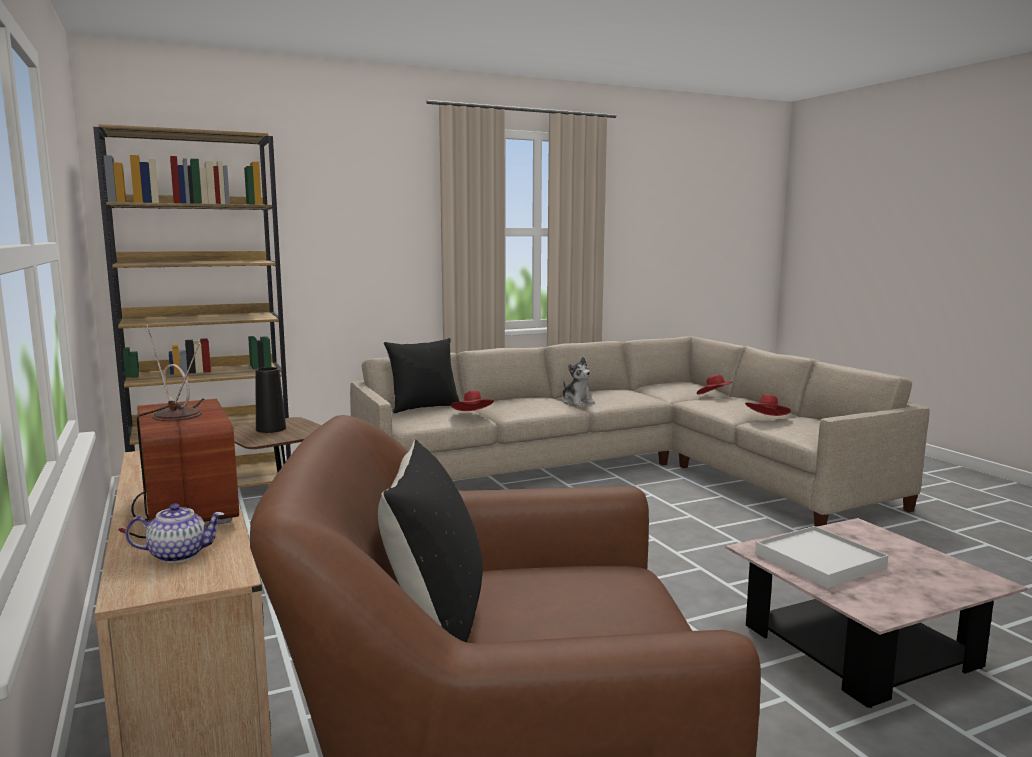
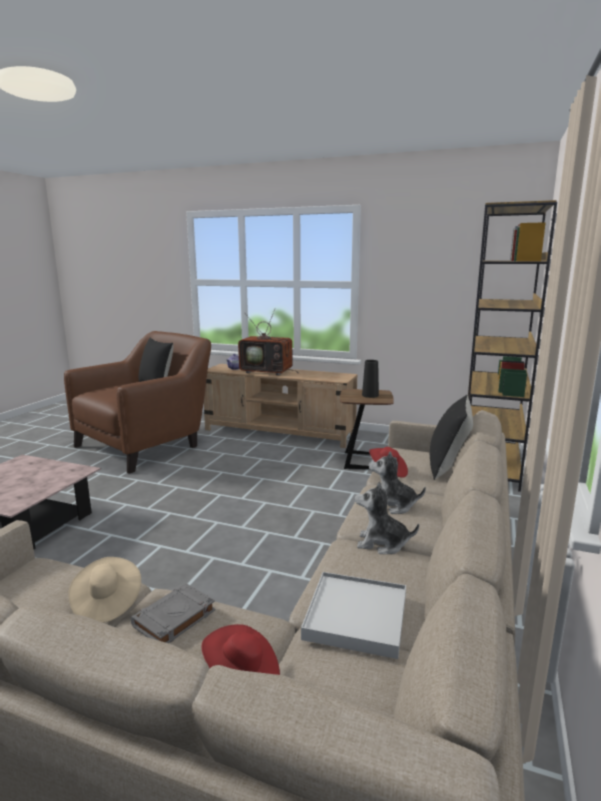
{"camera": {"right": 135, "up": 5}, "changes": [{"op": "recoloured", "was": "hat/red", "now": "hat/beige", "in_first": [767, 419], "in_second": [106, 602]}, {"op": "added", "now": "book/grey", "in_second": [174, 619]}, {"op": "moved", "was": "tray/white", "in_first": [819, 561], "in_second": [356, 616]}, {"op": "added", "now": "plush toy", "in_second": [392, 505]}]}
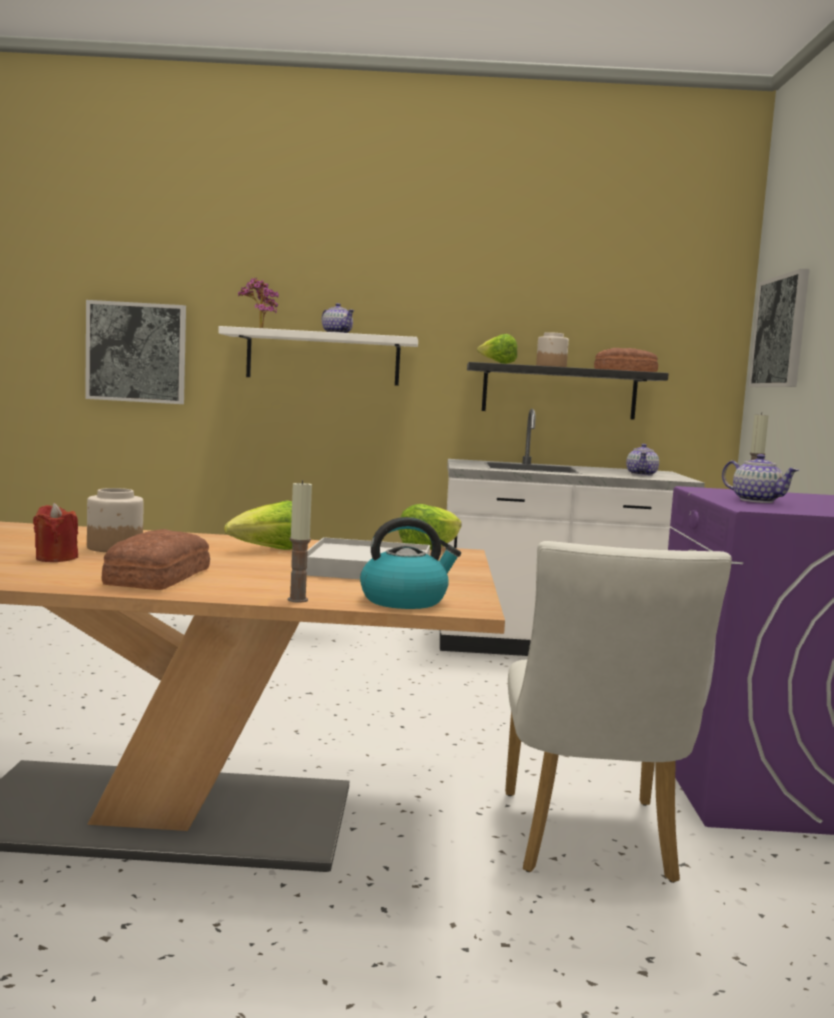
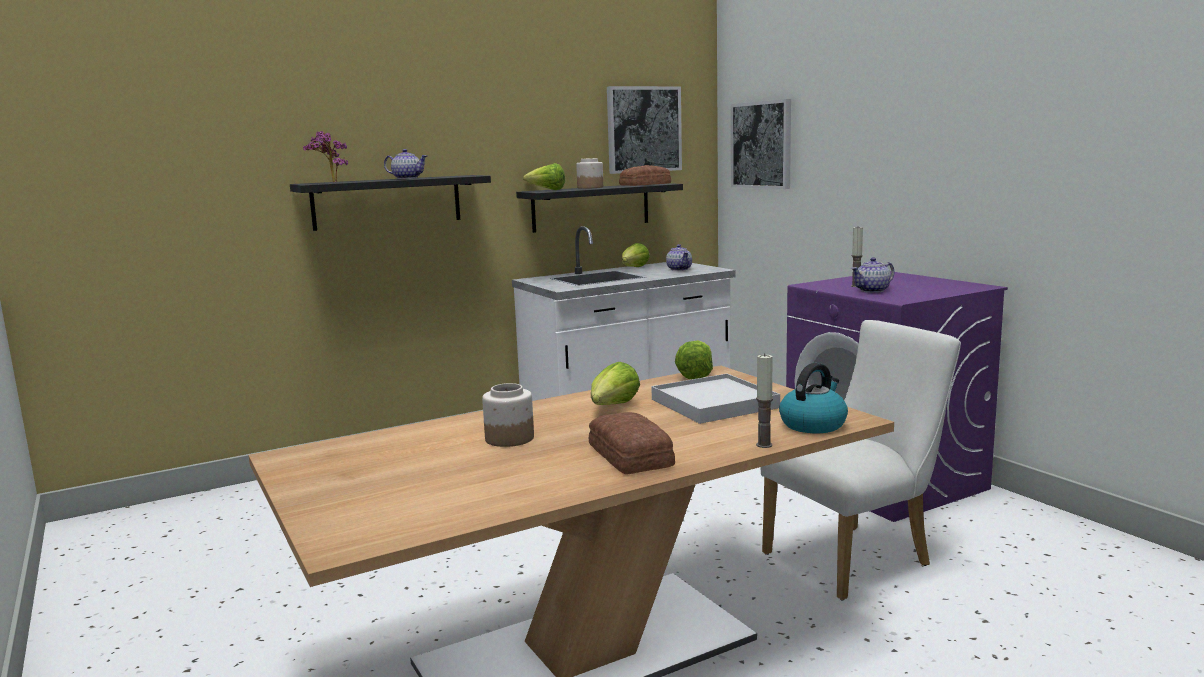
{"camera": {"right": -30, "up": 5}, "changes": [{"op": "recoloured", "was": "shelf/white", "now": "shelf/black", "in_first": [323, 358], "in_second": [387, 202]}, {"op": "moved", "was": "picture", "in_first": [136, 352], "in_second": [643, 129]}, {"op": "added", "now": "lettuce", "in_second": [634, 268]}, {"op": "turned", "was": "chair/white", "in_first": [589, 843], "in_second": [856, 557], "clockwise": -90}, {"op": "turned", "was": "teapot", "in_first": [756, 500], "in_second": [872, 290], "clockwise": 135}, {"op": "removed", "was": "candle/red", "in_first": [56, 558]}]}
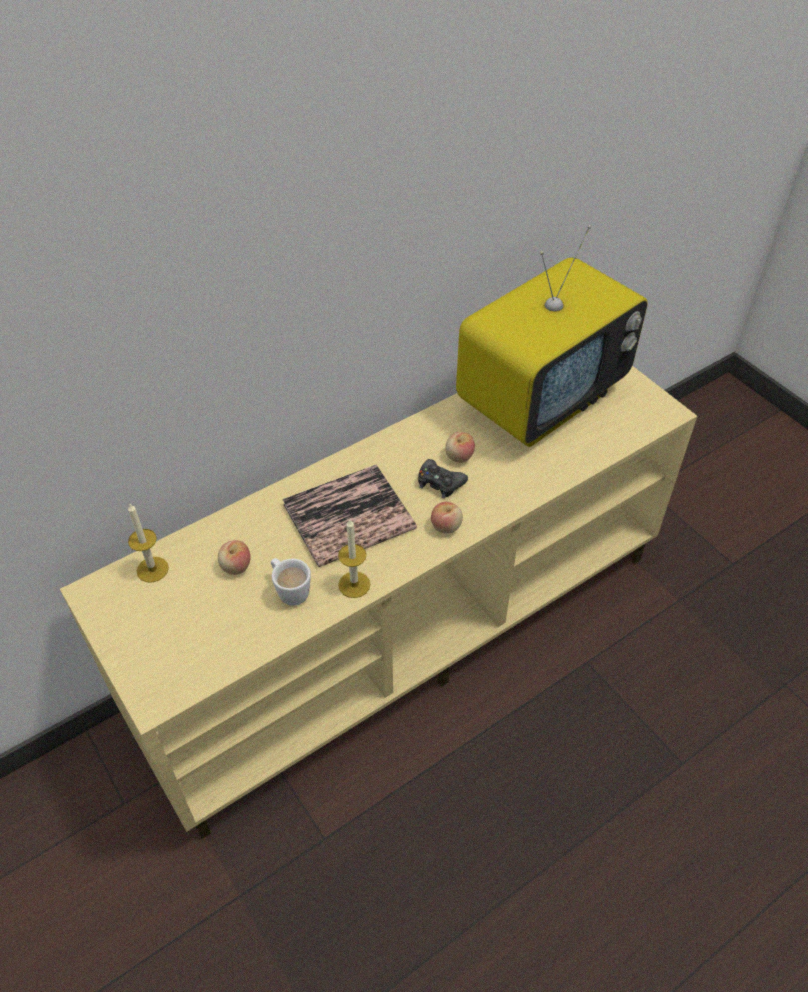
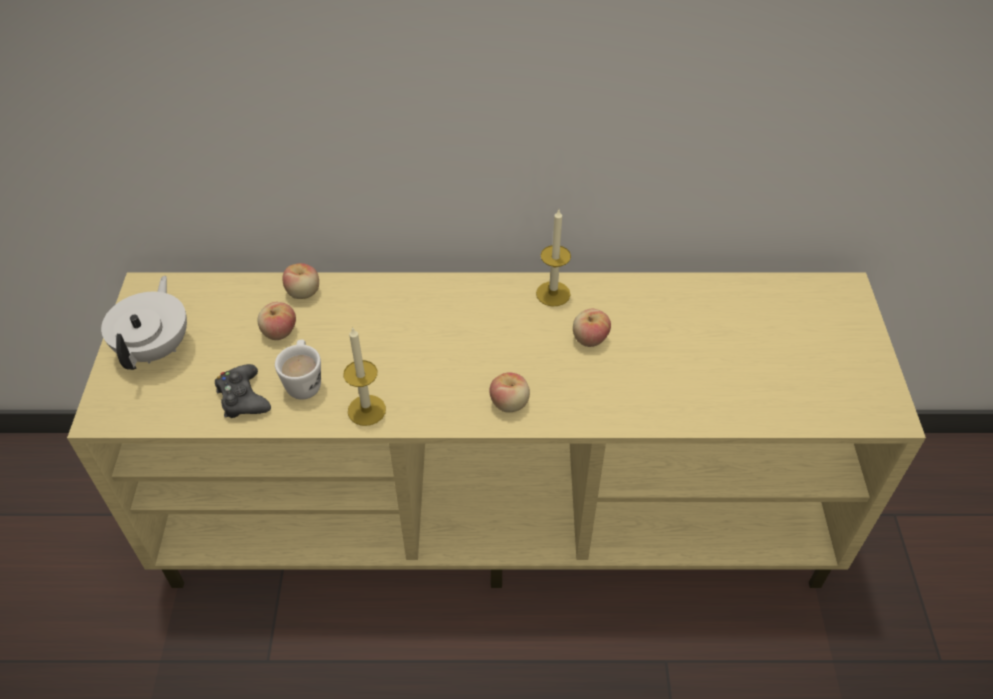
{"camera": {"right": 35, "up": 0}, "changes": [{"op": "added", "now": "teapot/white", "in_second": [156, 348]}, {"op": "moved", "was": "game controller/black", "in_first": [440, 483], "in_second": [243, 398]}, {"op": "added", "now": "apple", "in_second": [303, 292]}, {"op": "moved", "was": "candle", "in_first": [152, 569], "in_second": [553, 294]}, {"op": "removed", "was": "book", "in_first": [349, 516]}, {"op": "removed", "was": "television", "in_first": [541, 400]}]}
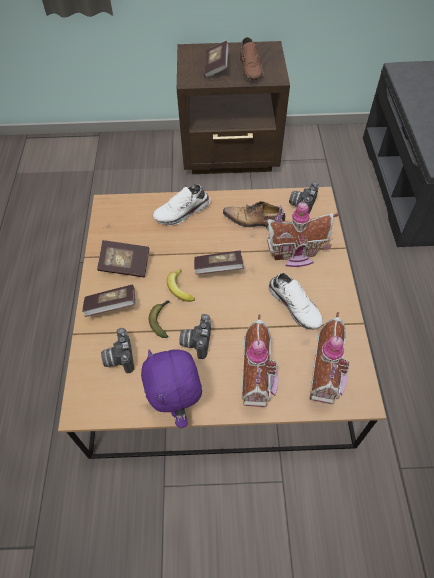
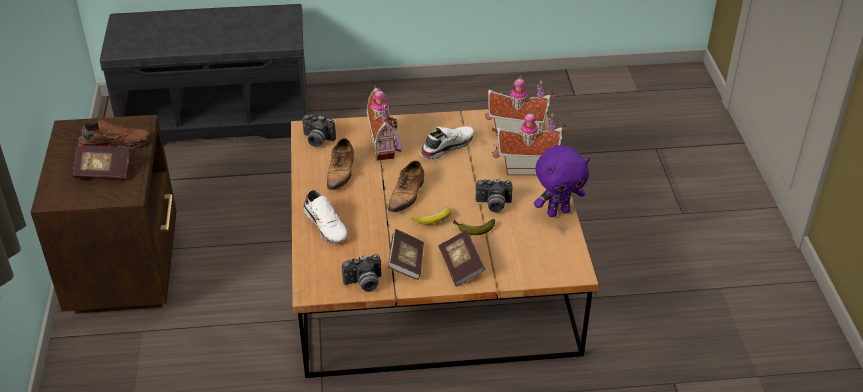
{"camera": {"right": -95, "up": -15}, "changes": [{"op": "moved", "was": "photo camera", "in_first": [119, 357], "in_second": [364, 284]}, {"op": "replaced", "was": "book", "now": "shoe", "in_first": [218, 269], "in_second": [407, 195]}]}
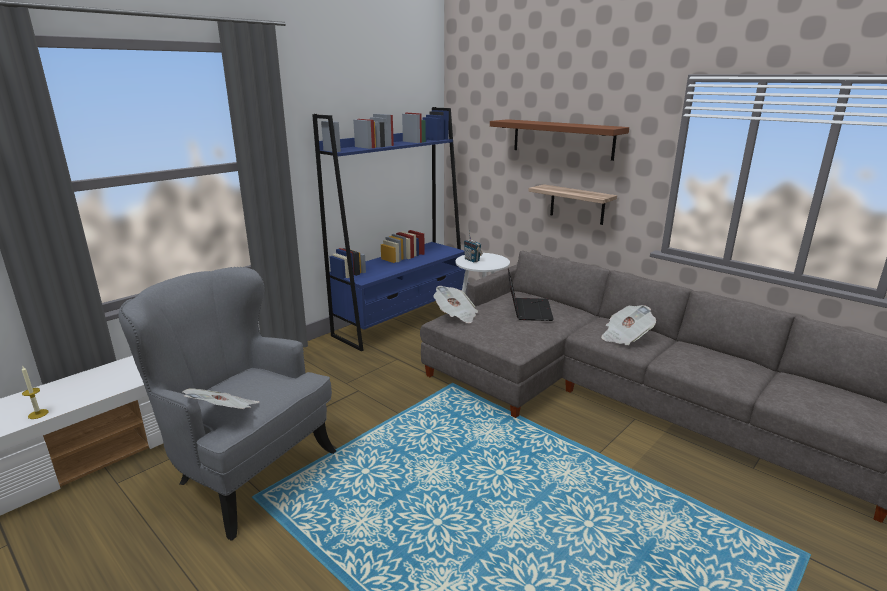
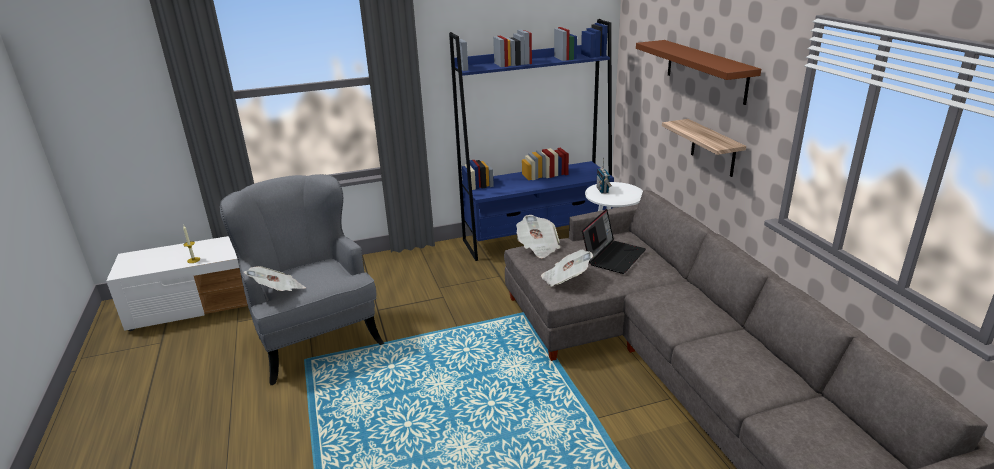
{"camera": {"right": 30, "up": 5}, "changes": [{"op": "moved", "was": "newspaper", "in_first": [625, 337], "in_second": [565, 279]}]}
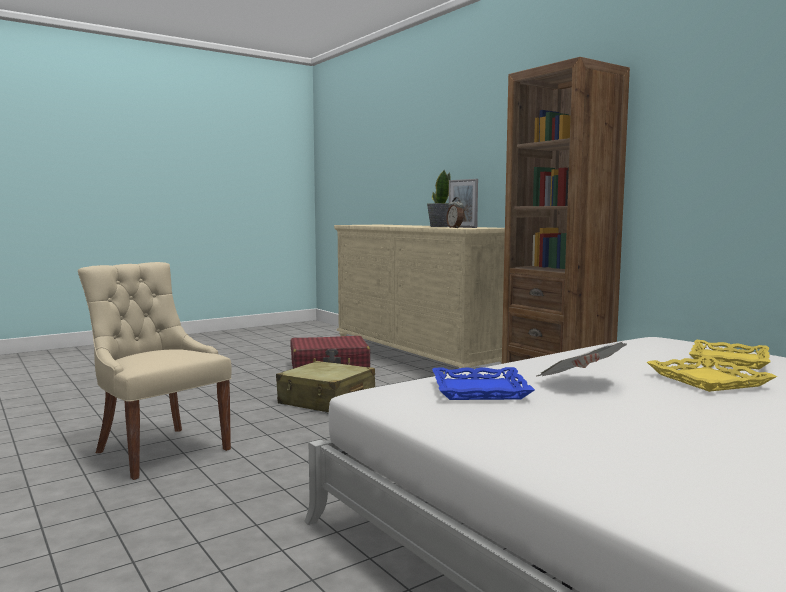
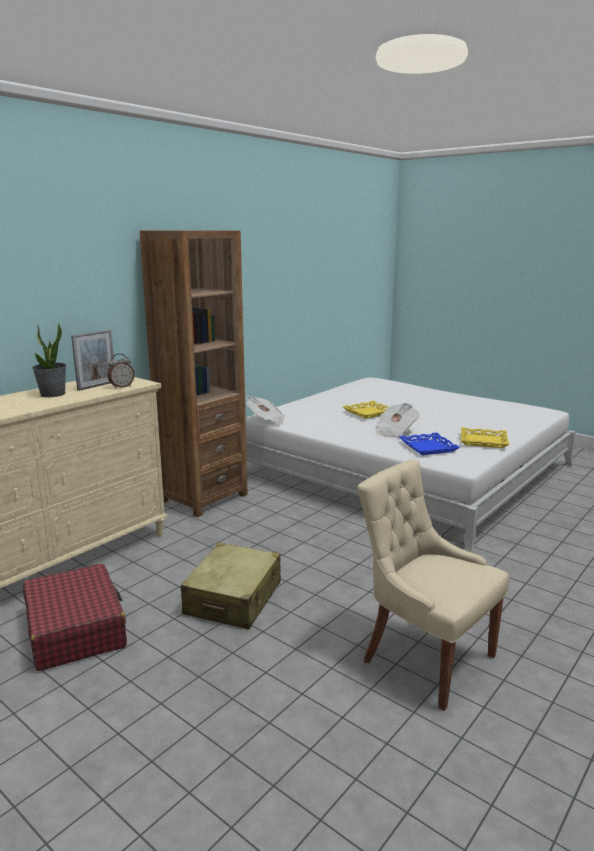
{"camera": {"right": -105, "up": 10}, "changes": [{"op": "added", "now": "newspaper", "in_second": [266, 420]}, {"op": "turned", "was": "chair/beige", "in_first": [159, 450], "in_second": [425, 658], "clockwise": 105}, {"op": "moved", "was": "tray/yellow", "in_first": [729, 360], "in_second": [483, 441]}]}
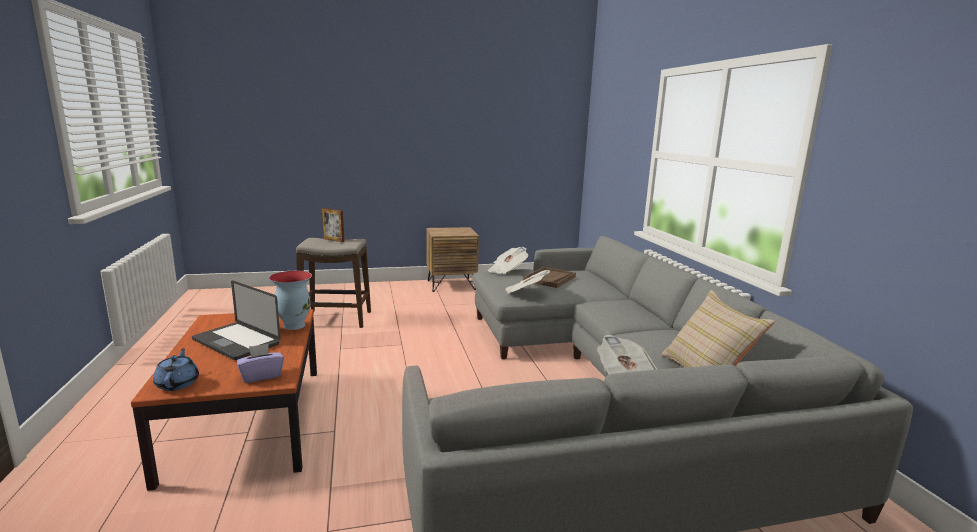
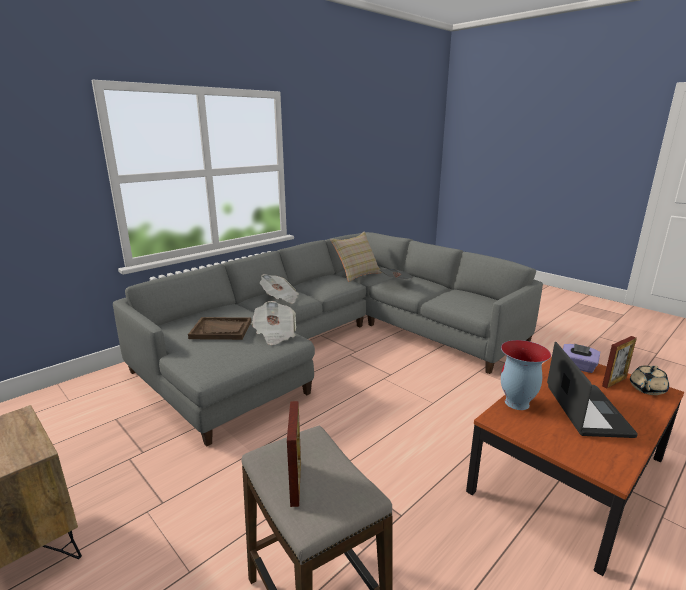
{"camera": {"right": -120, "up": 5}, "changes": [{"op": "moved", "was": "newspaper", "in_first": [507, 270], "in_second": [280, 298]}, {"op": "added", "now": "picture frame", "in_second": [614, 382]}, {"op": "recoloured", "was": "teapot/blue", "now": "teapot/beige", "in_first": [178, 383], "in_second": [646, 389]}]}
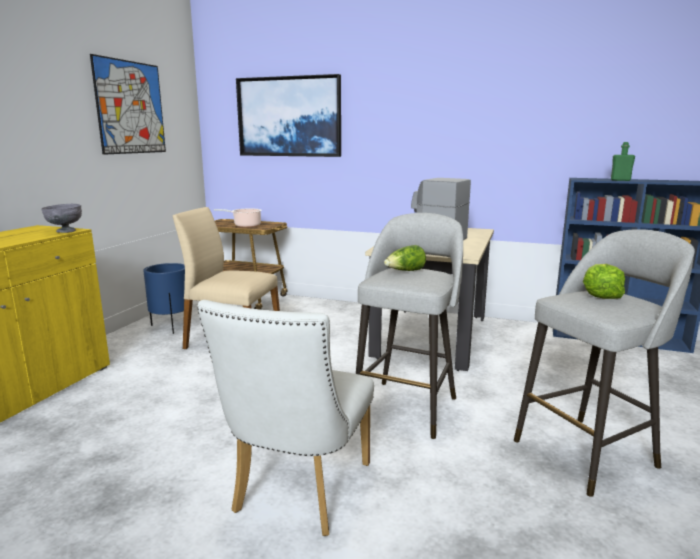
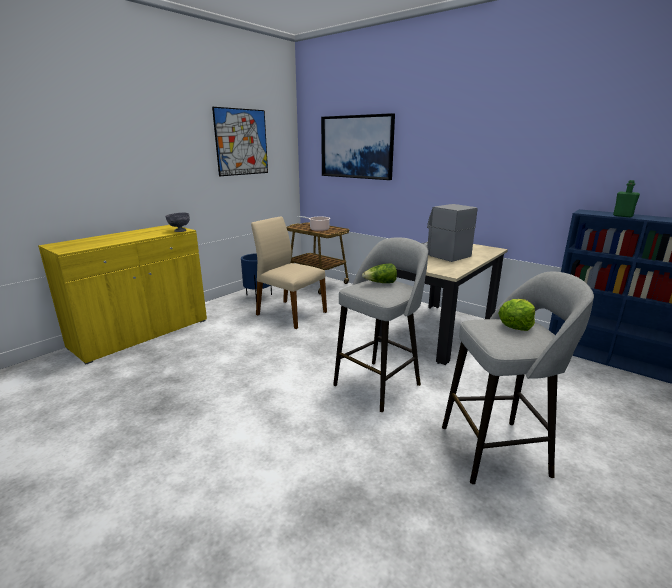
{"camera": {"right": 20, "up": 5}, "changes": [{"op": "removed", "was": "chair/white", "in_first": [298, 493]}]}
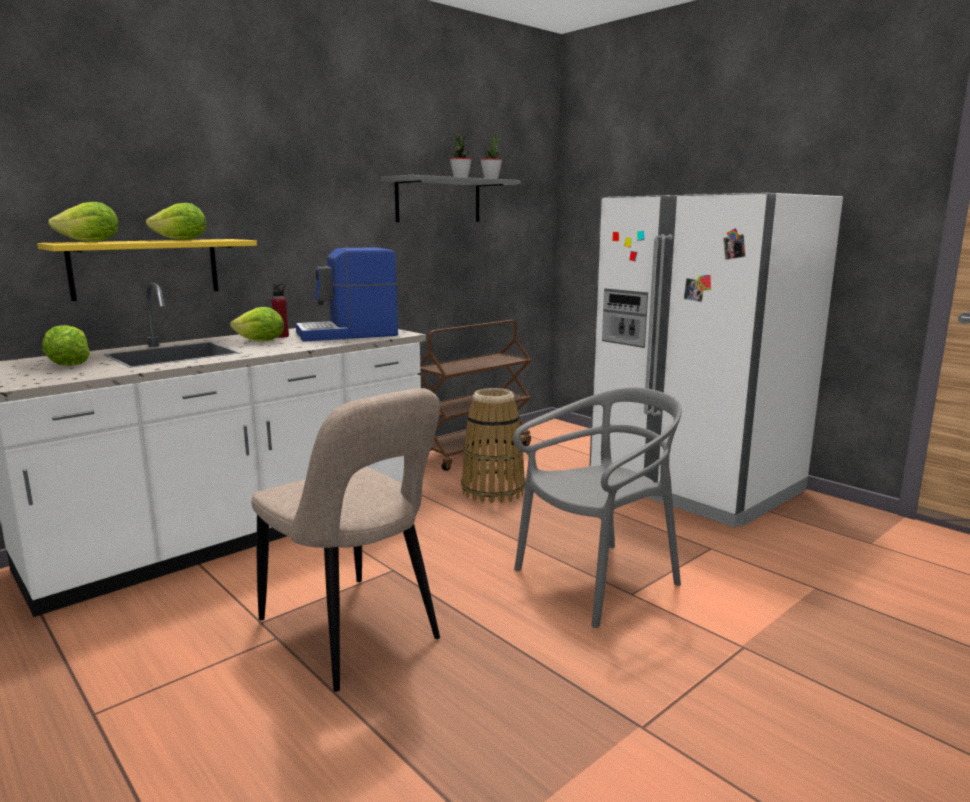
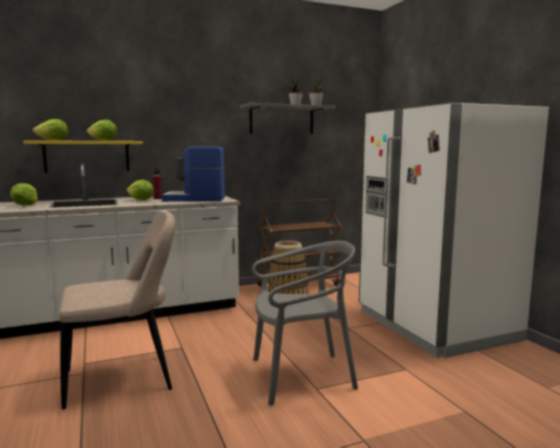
{"camera": {"right": 20, "up": -5}, "changes": [{"op": "turned", "was": "chair/beige", "in_first": [353, 634], "in_second": [124, 379], "clockwise": -90}]}
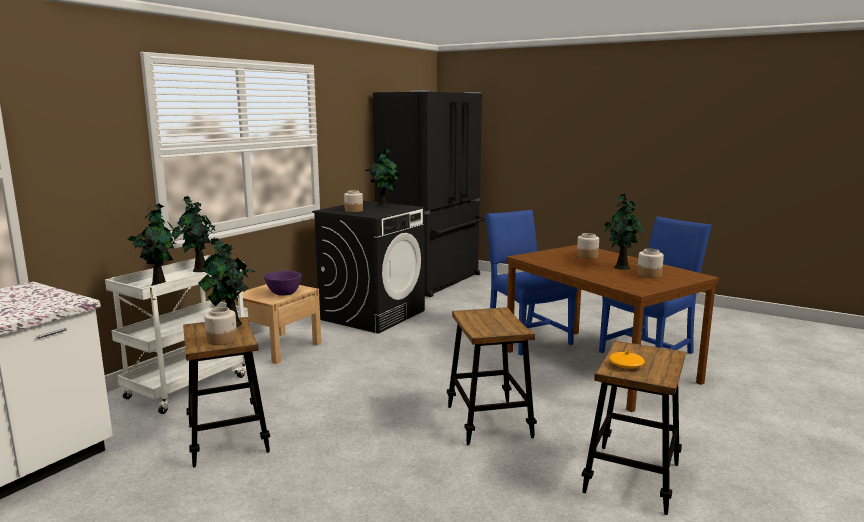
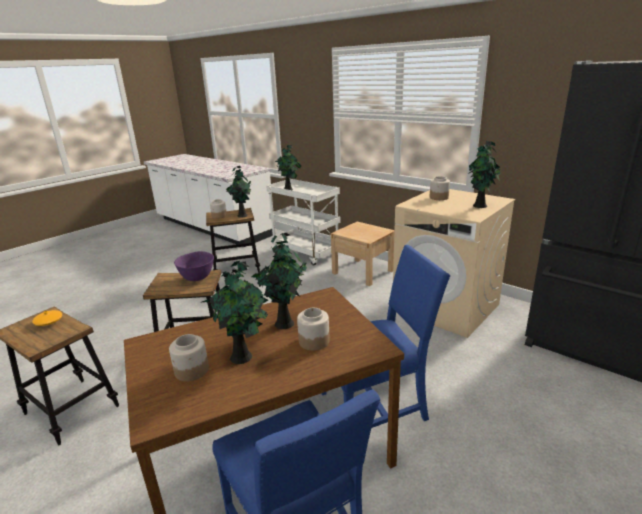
{"camera": {"right": 100, "up": 10}, "changes": [{"op": "moved", "was": "bowl/purple", "in_first": [283, 293], "in_second": [197, 277]}, {"op": "moved", "was": "potted plant", "in_first": [199, 270], "in_second": [284, 322]}, {"op": "recoloured", "was": "washing machine/black", "now": "washing machine/beige", "in_first": [373, 315], "in_second": [446, 307]}]}
